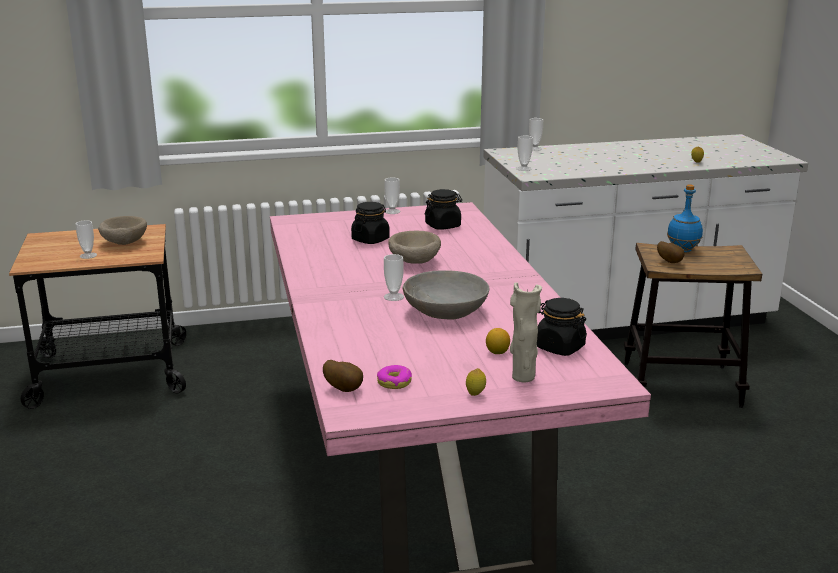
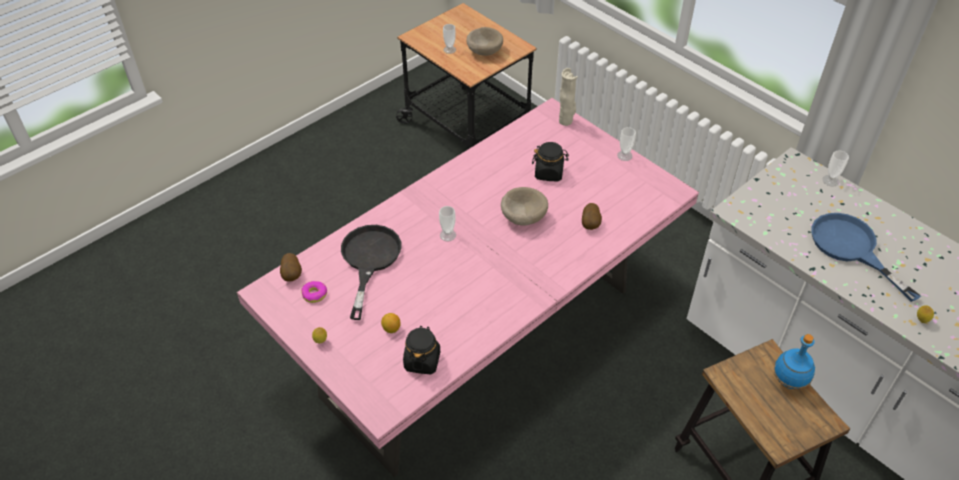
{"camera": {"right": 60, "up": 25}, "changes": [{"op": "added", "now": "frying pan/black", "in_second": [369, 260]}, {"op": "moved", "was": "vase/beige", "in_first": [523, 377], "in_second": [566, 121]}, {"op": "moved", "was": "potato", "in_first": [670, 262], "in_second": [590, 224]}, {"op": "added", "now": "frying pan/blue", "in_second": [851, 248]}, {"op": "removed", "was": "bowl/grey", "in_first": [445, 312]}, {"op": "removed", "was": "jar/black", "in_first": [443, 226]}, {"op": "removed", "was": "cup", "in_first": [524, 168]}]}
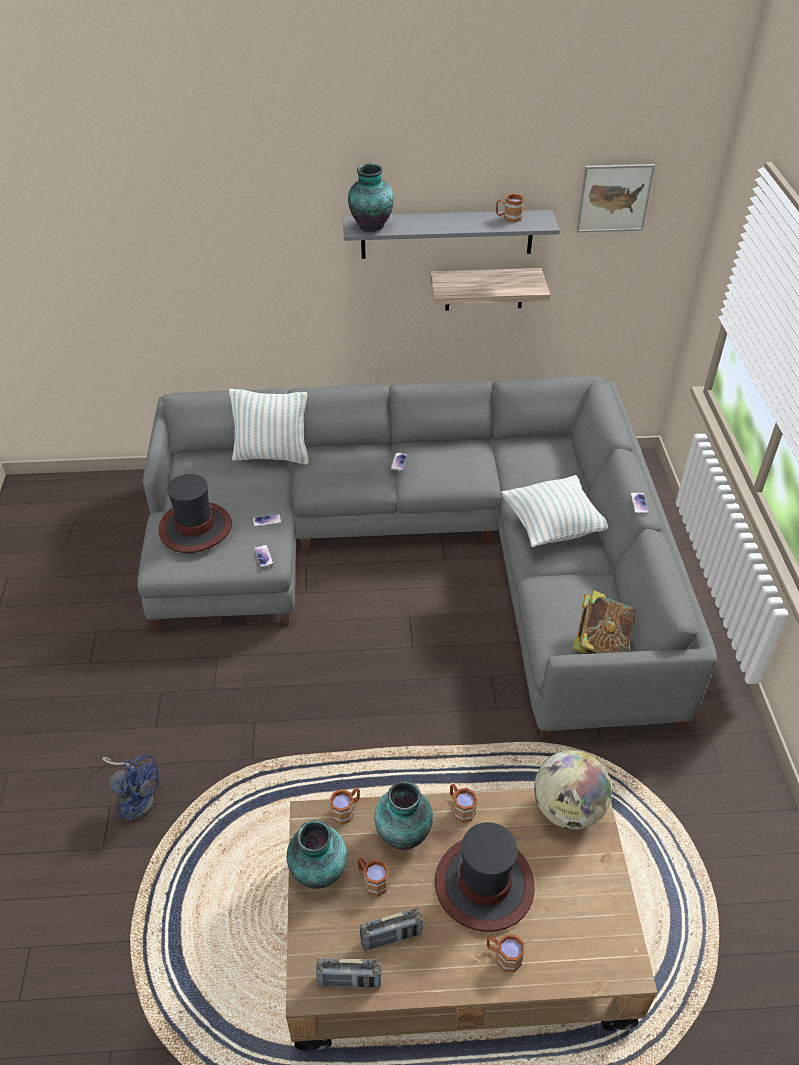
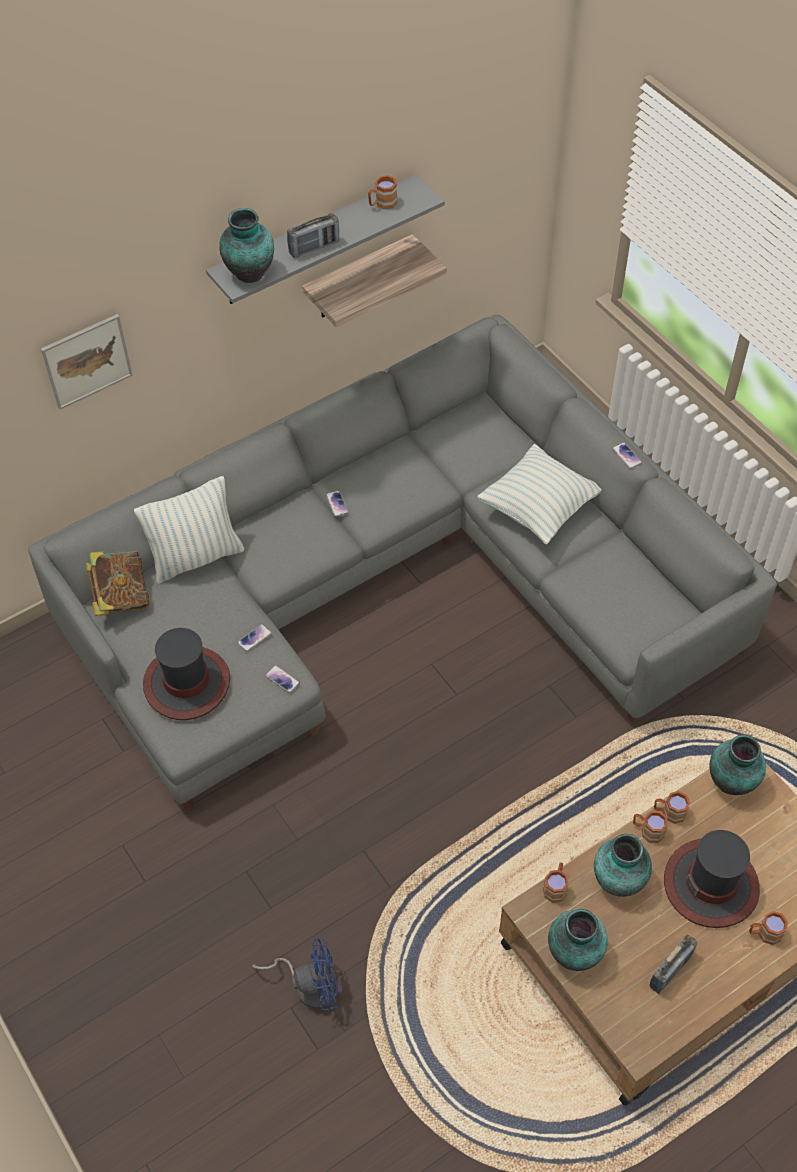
{"camera": {"right": -30, "up": 10}, "changes": [{"op": "moved", "was": "picture", "in_first": [614, 198], "in_second": [87, 361]}, {"op": "moved", "was": "book", "in_first": [600, 643], "in_second": [120, 596]}, {"op": "moved", "was": "radio", "in_first": [349, 980], "in_second": [314, 248]}, {"op": "moved", "was": "mug/brown", "in_first": [372, 880], "in_second": [669, 812]}, {"op": "replaced", "was": "globe", "now": "vase", "in_first": [568, 809], "in_second": [732, 783]}]}
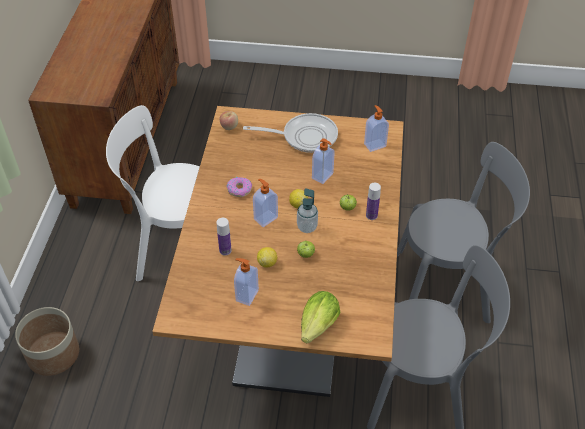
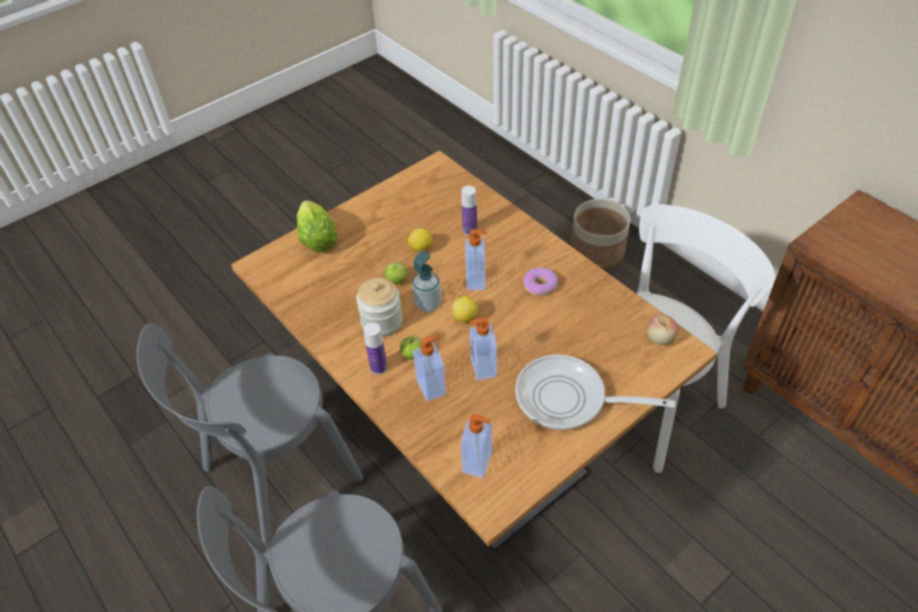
{"camera": {"right": 135, "up": 0}, "changes": [{"op": "added", "now": "jar", "in_second": [382, 322]}, {"op": "moved", "was": "soap dispenser", "in_first": [246, 295], "in_second": [432, 387]}, {"op": "turned", "was": "frying pan", "in_first": [304, 137], "in_second": [568, 399], "clockwise": 60}]}
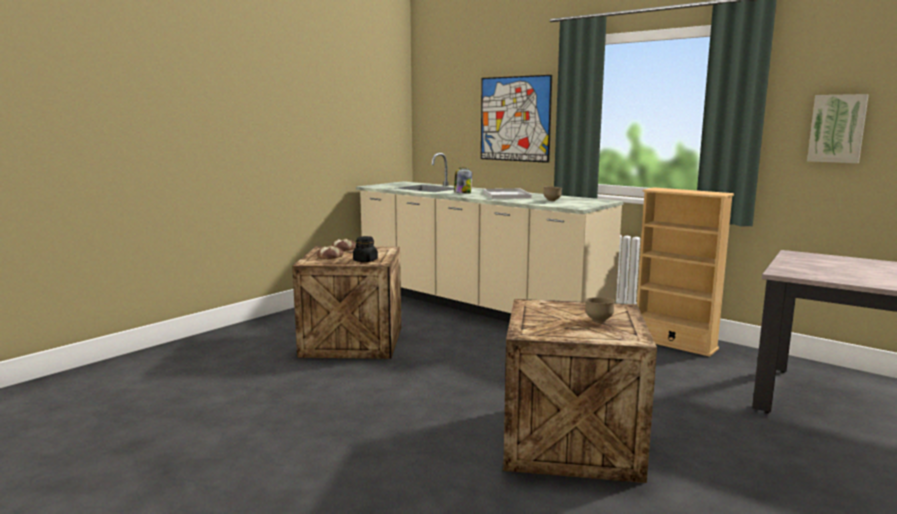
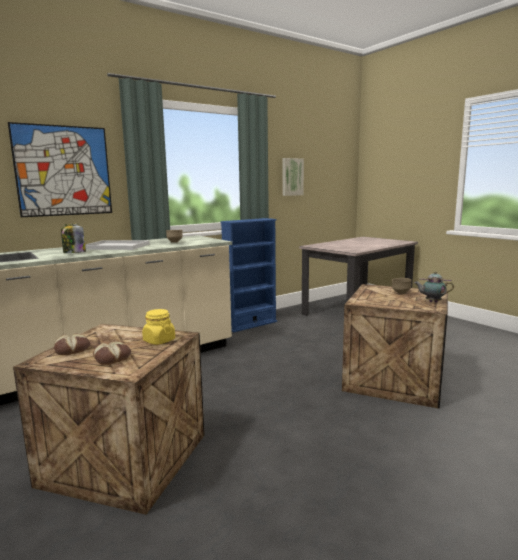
{"camera": {"right": -75, "up": 0}, "changes": [{"op": "recoloured", "was": "jar/black", "now": "jar/yellow", "in_first": [365, 260], "in_second": [159, 340]}, {"op": "recoloured", "was": "bookcase/beige", "now": "bookcase/blue", "in_first": [674, 343], "in_second": [251, 324]}, {"op": "added", "now": "teapot", "in_second": [432, 302]}]}
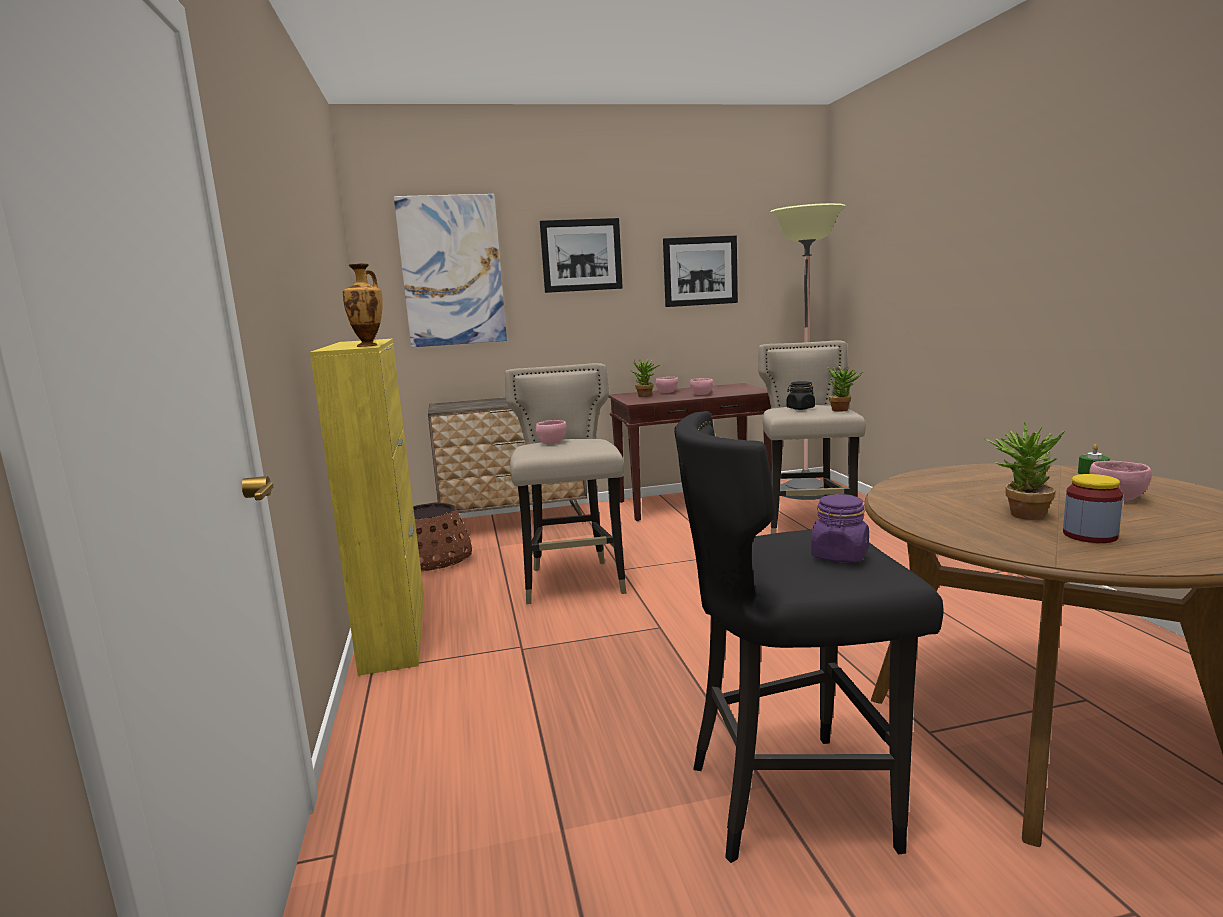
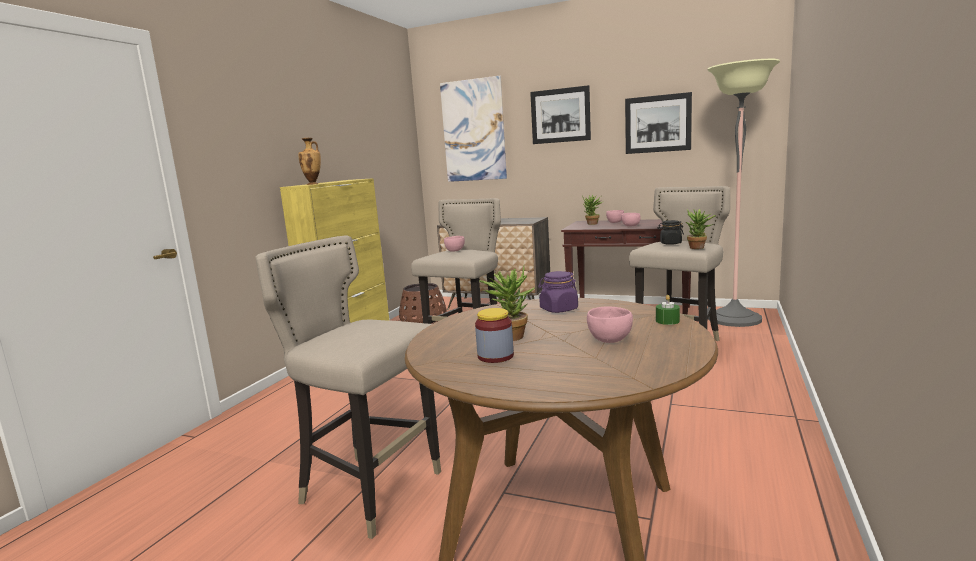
{"camera": {"right": 35, "up": 0}, "changes": [{"op": "recoloured", "was": "stool/black", "now": "stool/beige", "in_first": [792, 798], "in_second": [372, 491]}, {"op": "moved", "was": "jar/purple", "in_first": [840, 556], "in_second": [558, 309]}]}
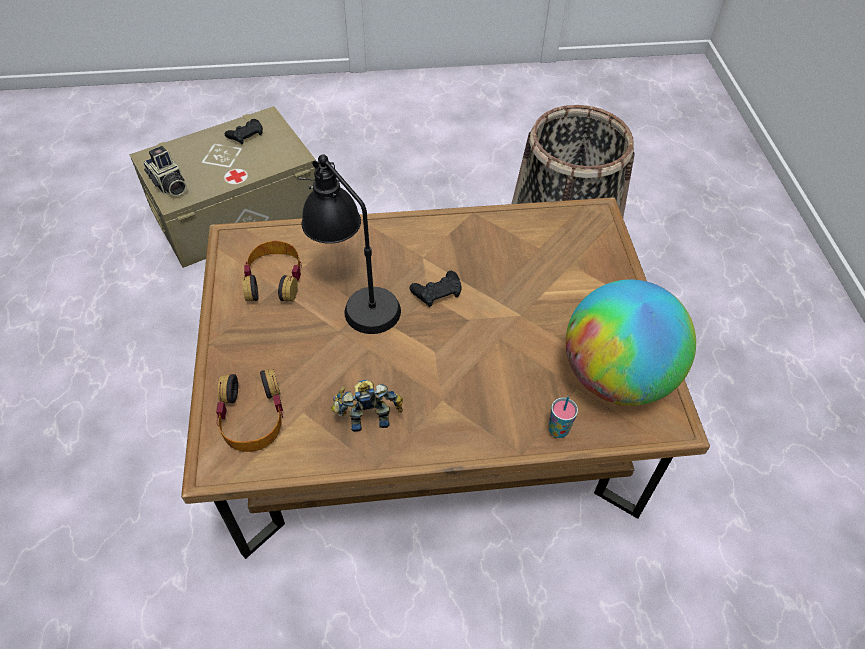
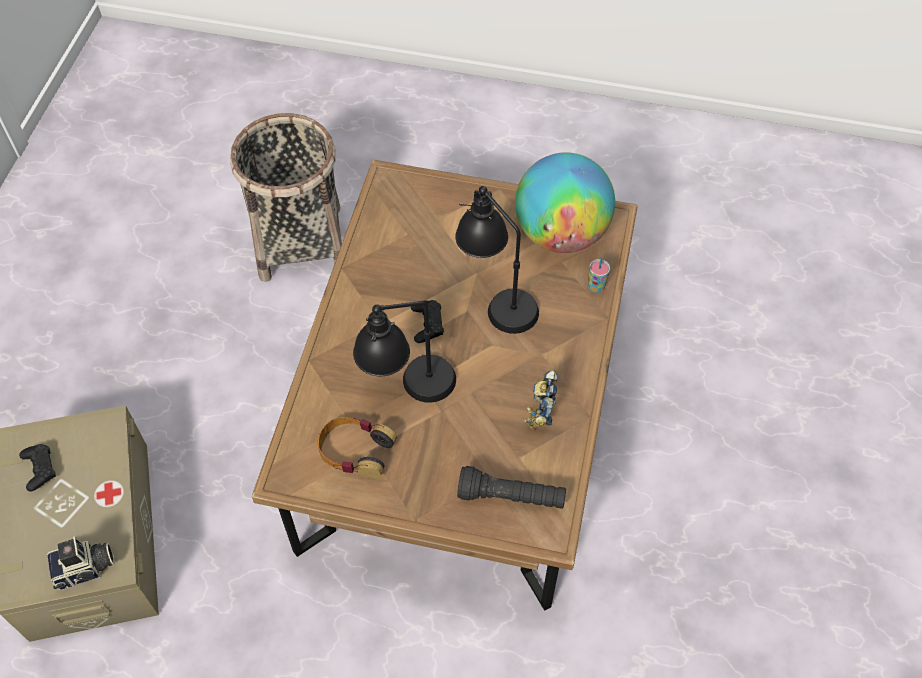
{"camera": {"right": -70, "up": 5}, "changes": [{"op": "added", "now": "table lamp/black", "in_second": [495, 299]}, {"op": "replaced", "was": "headphones", "now": "flashlight/black", "in_first": [252, 416], "in_second": [511, 497]}]}
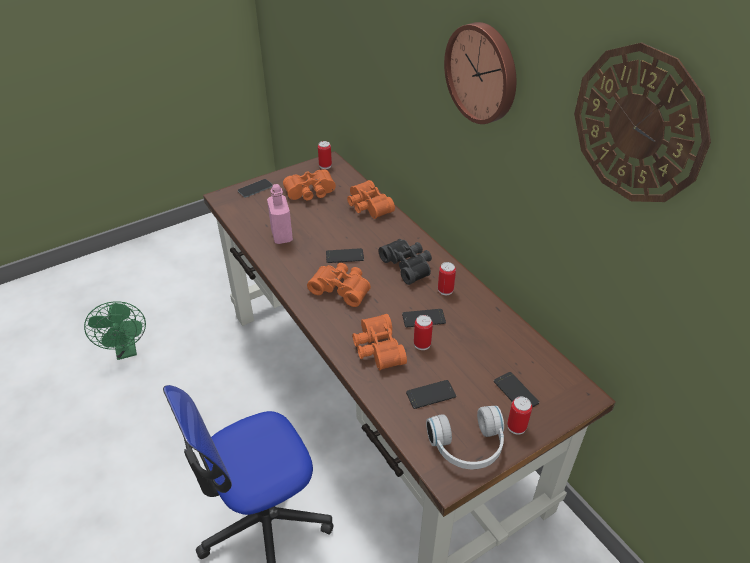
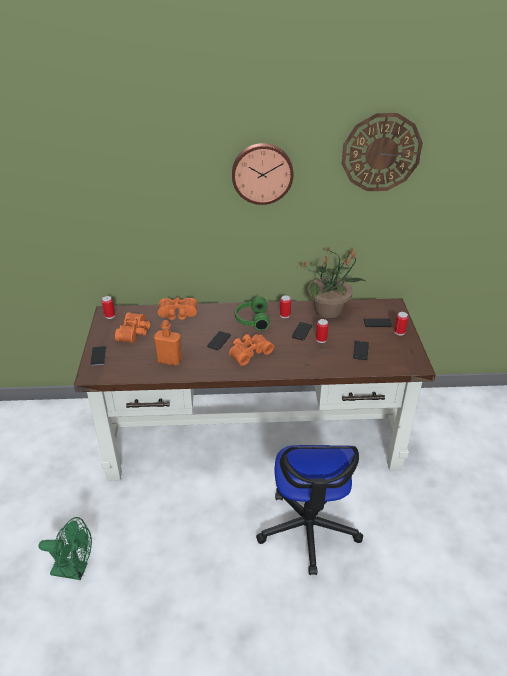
{"camera": {"right": -60, "up": -5}, "changes": [{"op": "recoloured", "was": "bottle/pink", "now": "bottle/orange", "in_first": [282, 235], "in_second": [169, 360]}, {"op": "replaced", "was": "binoculars/black", "now": "headphones/green", "in_first": [408, 265], "in_second": [251, 320]}, {"op": "added", "now": "potted plant", "in_second": [329, 310]}, {"op": "removed", "was": "binoculars/orange", "in_first": [376, 349]}, {"op": "removed", "was": "headphones/white", "in_first": [468, 447]}]}
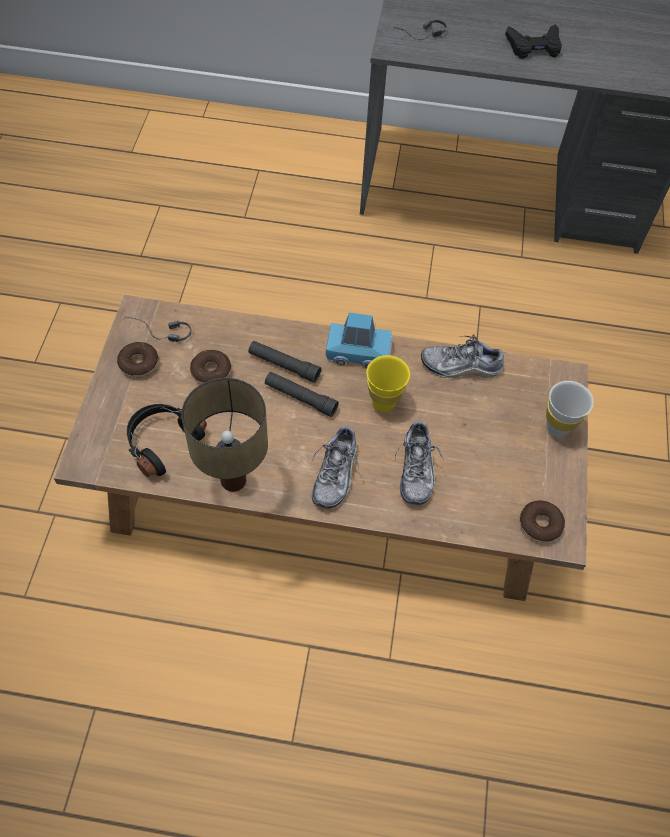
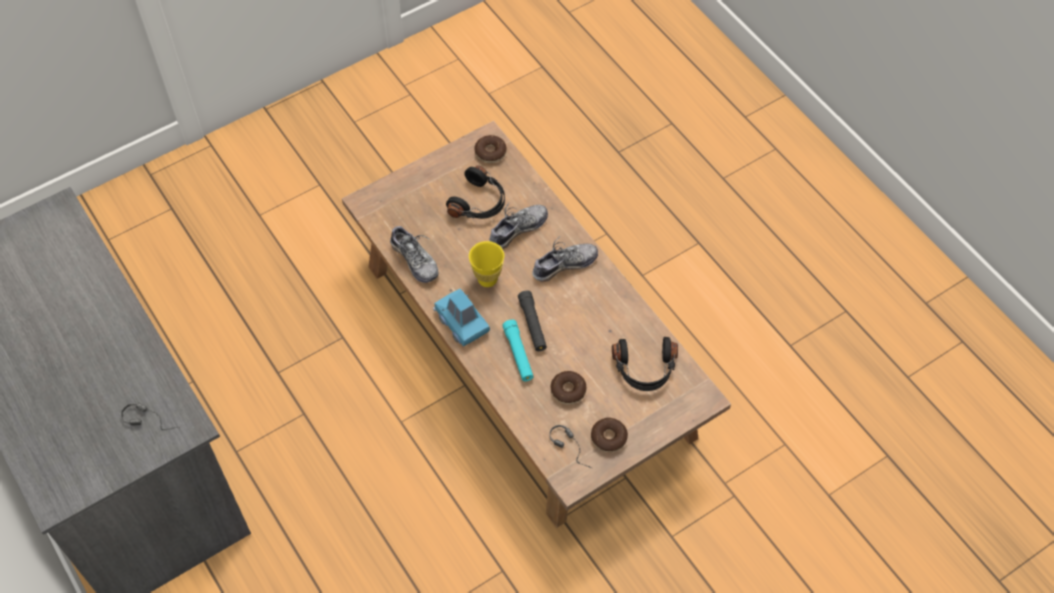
{"camera": {"right": -130, "up": 0}, "changes": [{"op": "added", "now": "headphones/black", "in_second": [479, 203]}, {"op": "recoloured", "was": "flashlight/black", "now": "flashlight/turquoise", "in_first": [284, 365], "in_second": [518, 354]}, {"op": "removed", "was": "table lamp", "in_first": [235, 480]}, {"op": "removed", "was": "game controller/black", "in_first": [534, 47]}, {"op": "removed", "was": "cup/white", "in_first": [557, 427]}]}
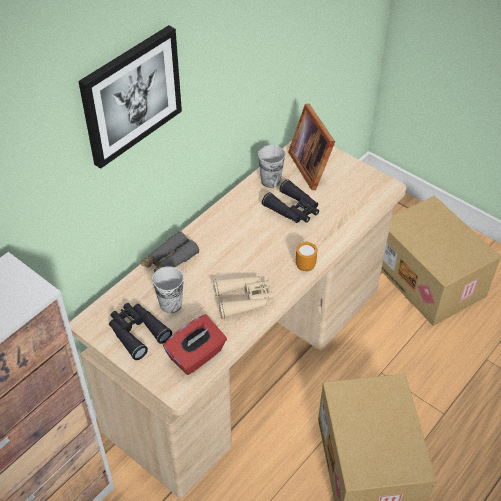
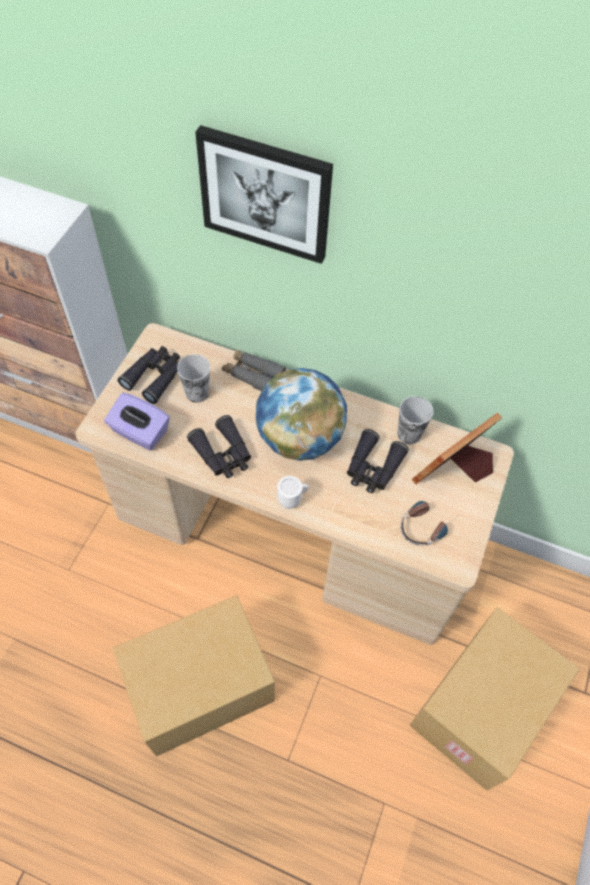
{"camera": {"right": 70, "up": 10}, "changes": [{"op": "recoloured", "was": "tissue box/red", "now": "tissue box/purple", "in_first": [196, 356], "in_second": [140, 432]}, {"op": "recoloured", "was": "binoculars/beige", "now": "binoculars/black", "in_first": [244, 299], "in_second": [223, 454]}, {"op": "added", "now": "globe", "in_second": [299, 438]}, {"op": "recoloured", "was": "mug/orange", "now": "mug/white", "in_first": [305, 264], "in_second": [292, 500]}, {"op": "added", "now": "headphones", "in_second": [426, 524]}]}
